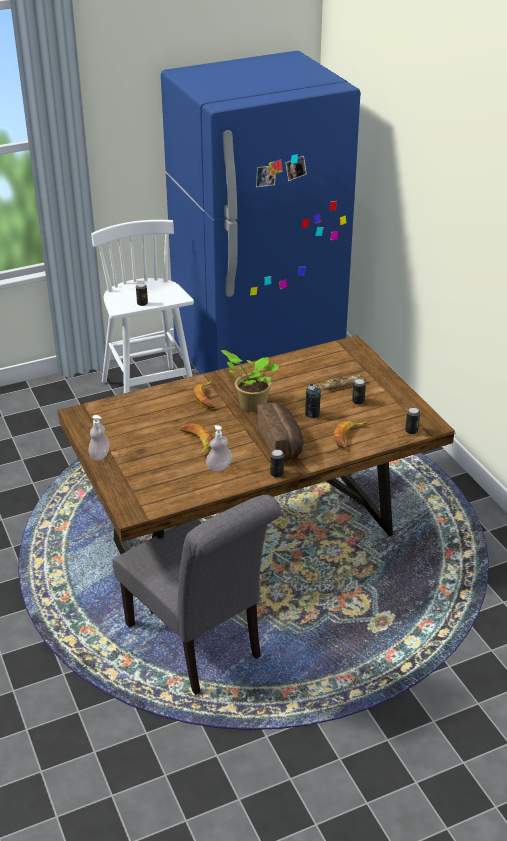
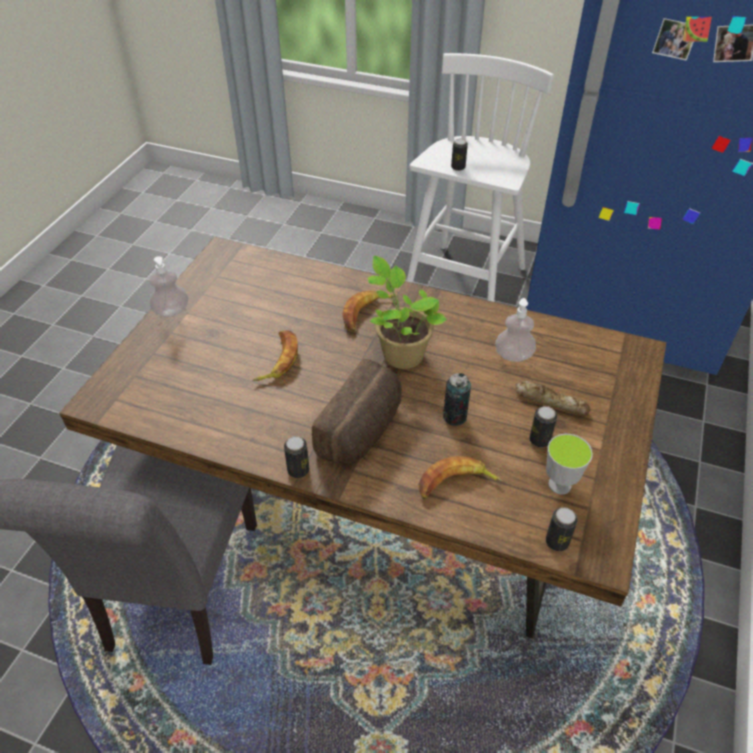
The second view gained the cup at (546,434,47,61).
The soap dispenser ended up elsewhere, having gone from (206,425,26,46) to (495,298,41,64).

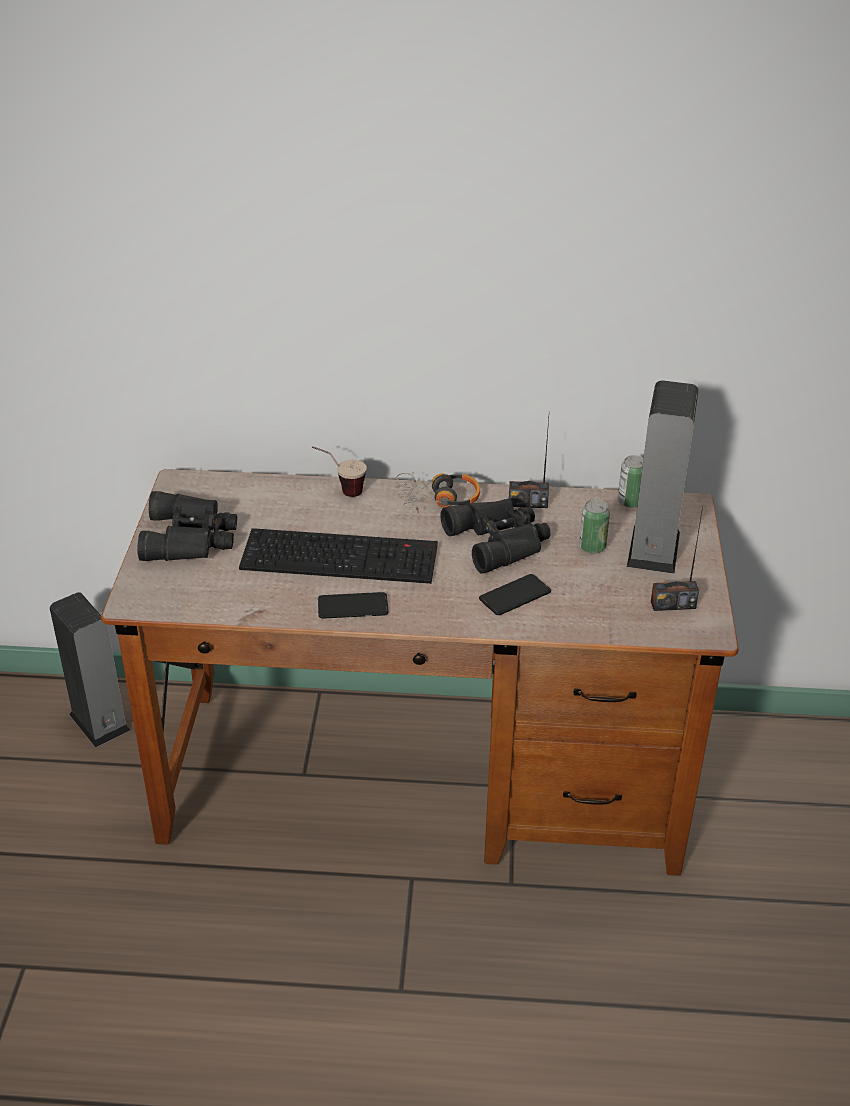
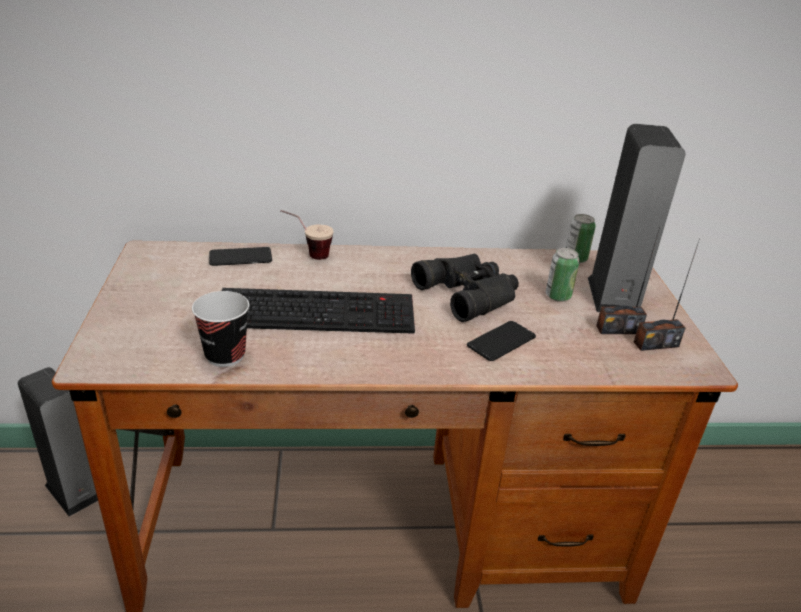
The second view lost the binoculars (black) at (137,491,100,70).
The second view lost the headphones at (395,473,85,41).
The second view gained the cup at (192,291,57,76).
The phone ended up elsewhere, having gone from (318,592,71,27) to (209,247,63,19).
The radio ended up elsewhere, having gone from (509,418,40,90) to (596,227,64,107).

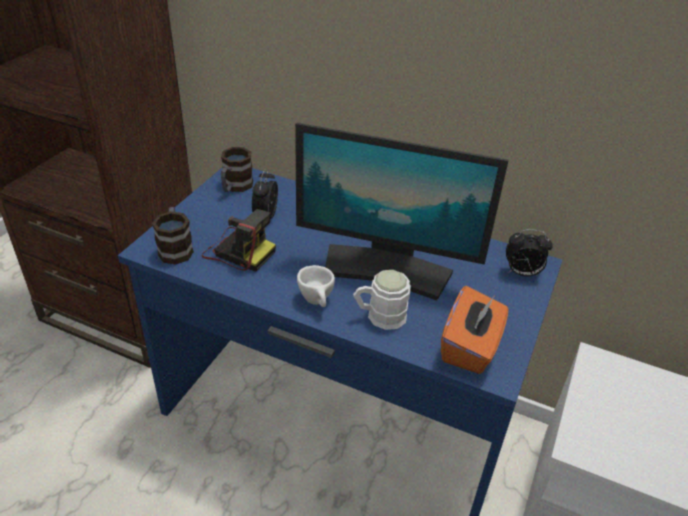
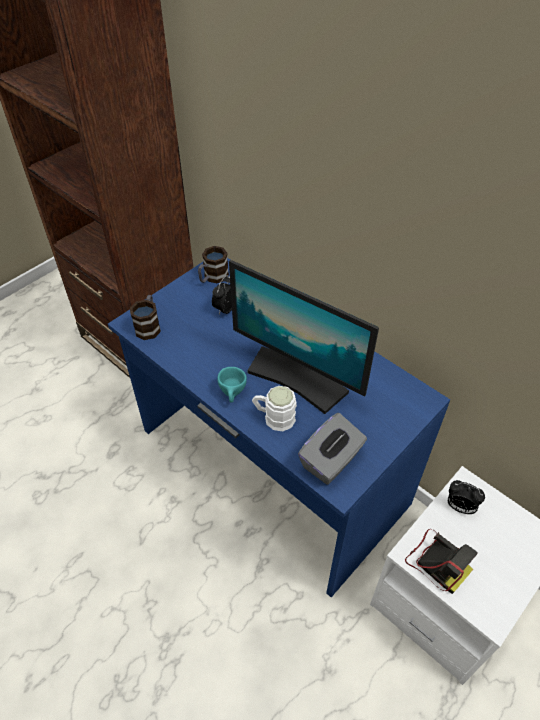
The photo camera ended up elsewhere, having gone from (202,209,74,63) to (405,529,73,65).
The alarm clock ended up elsewhere, having gone from (506,229,47,47) to (448,480,37,34).
What was the cup (white) at (297,265,38,42) turned into the cup (turquoise) at (217,367,30,35).
What was the tissue box (orange) at (441,286,68,88) turned into the tissue box (grey) at (298,413,69,72).

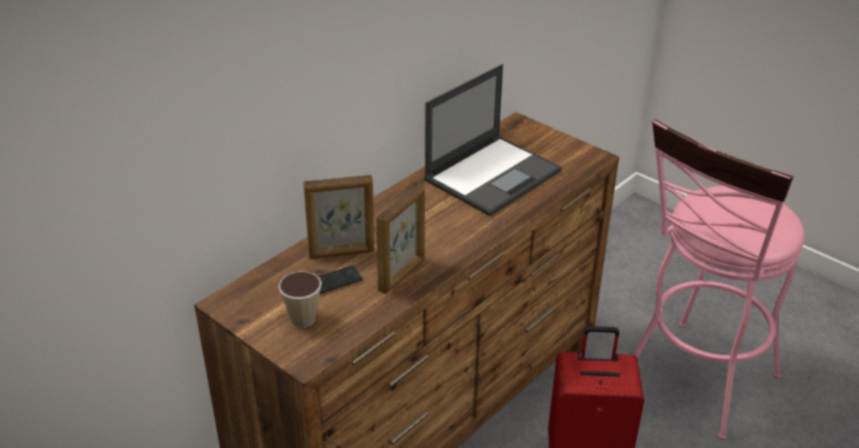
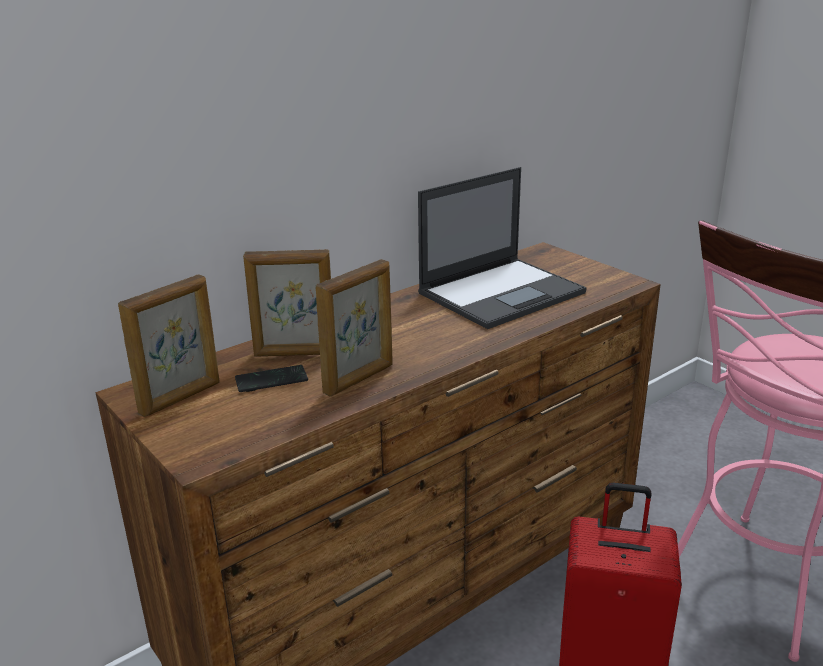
The second view lost the cup at (278,271,44,57).
The second view gained the picture frame at (118,275,102,142).

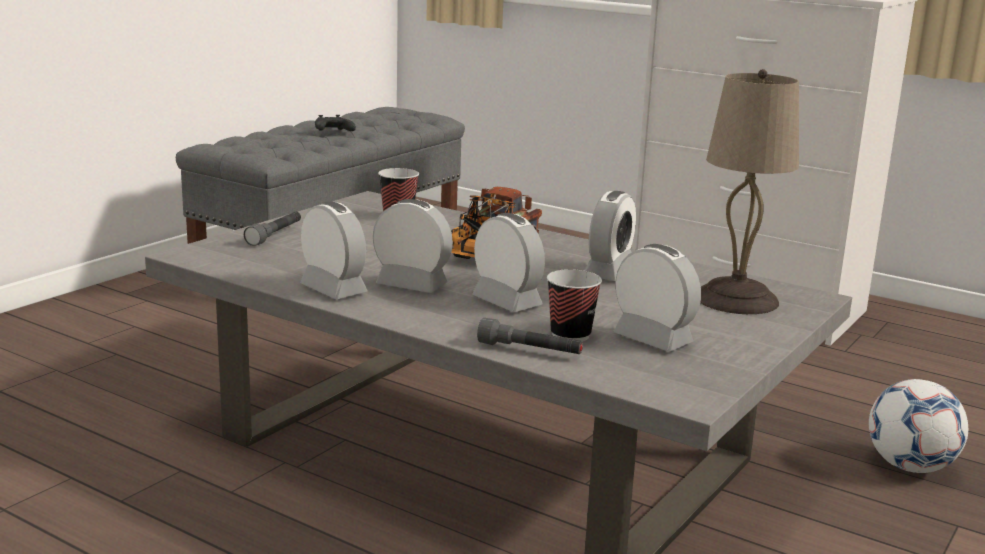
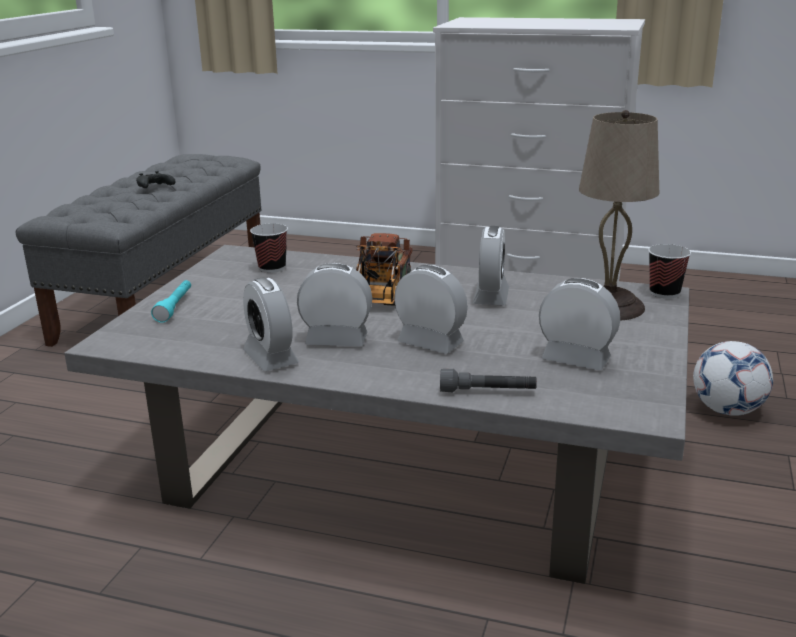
The cup ended up elsewhere, having gone from (547,269,55,73) to (648,244,43,55).
What was the flashlight (grey) at (244,212,57,34) turned into the flashlight (turquoise) at (151,280,40,43).
The alarm clock at (300,202,68,97) ended up facing another way, 150 degrees counterclockwise from before.

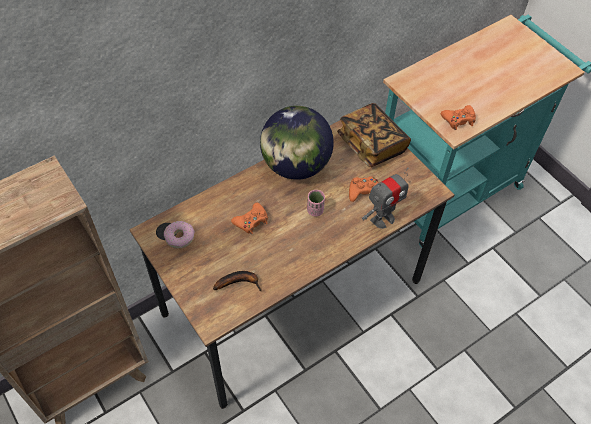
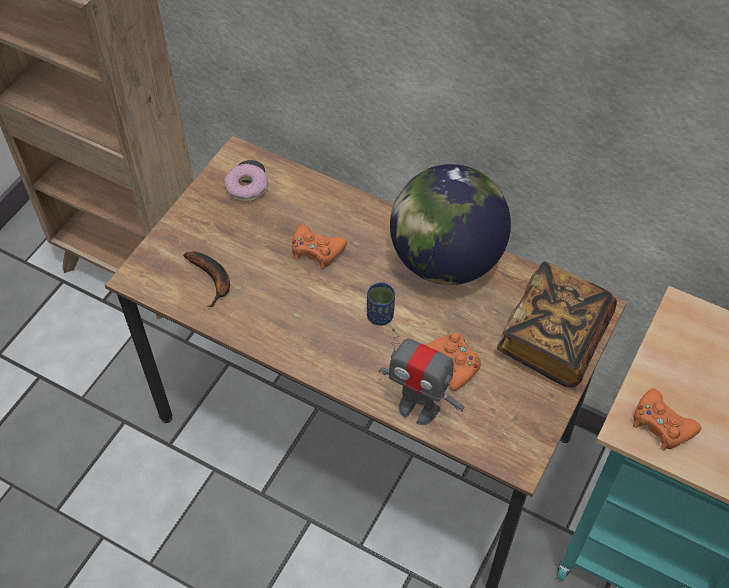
What was the cup (pink) at (307,190,18,26) turned into the cup (blue) at (367,282,28,44).

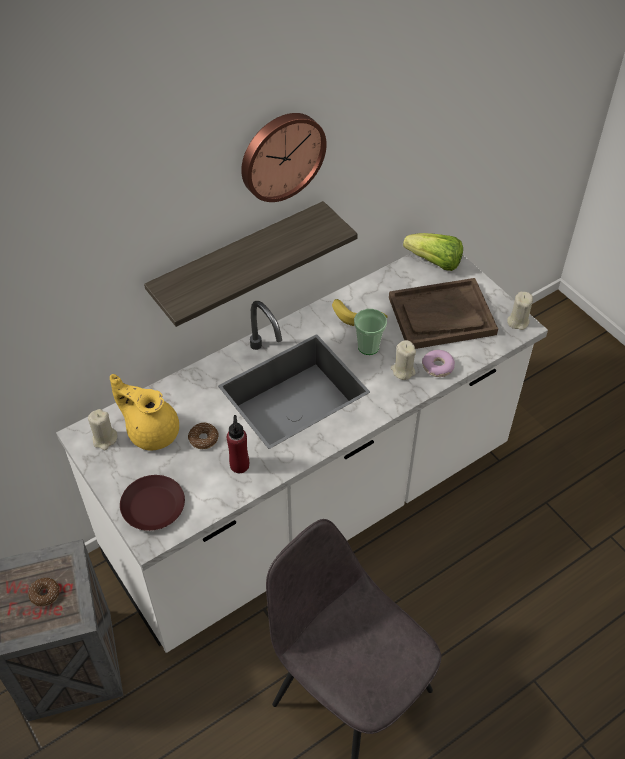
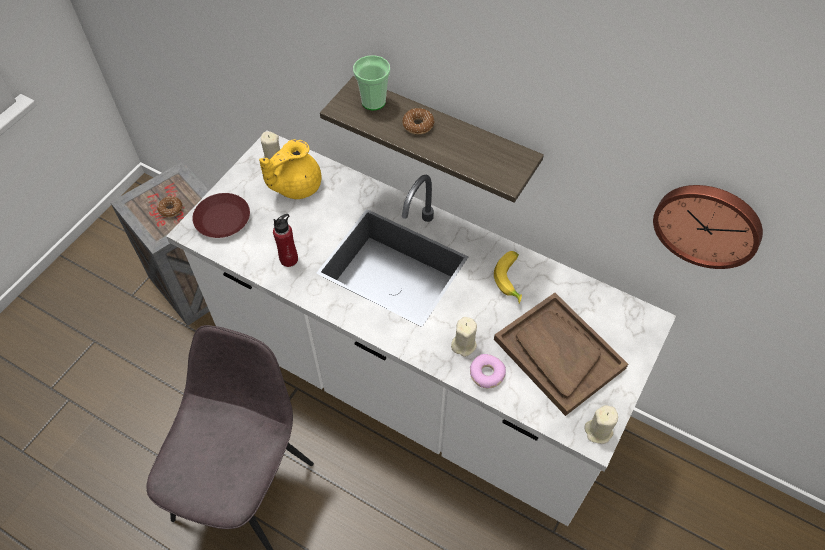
The second view lost the lettuce at (403,233,60,38).
The donut ended up elsewhere, having gone from (188,422,31,27) to (402,108,32,27).
The wall clock ended up elsewhere, having gone from (241,113,86,89) to (653,185,110,84).
The cup ended up elsewhere, having gone from (354,309,33,46) to (353,55,37,55).
The teapot (yellow) at (110,374,69,76) ended up facing another way, 135 degrees counterclockwise from before.

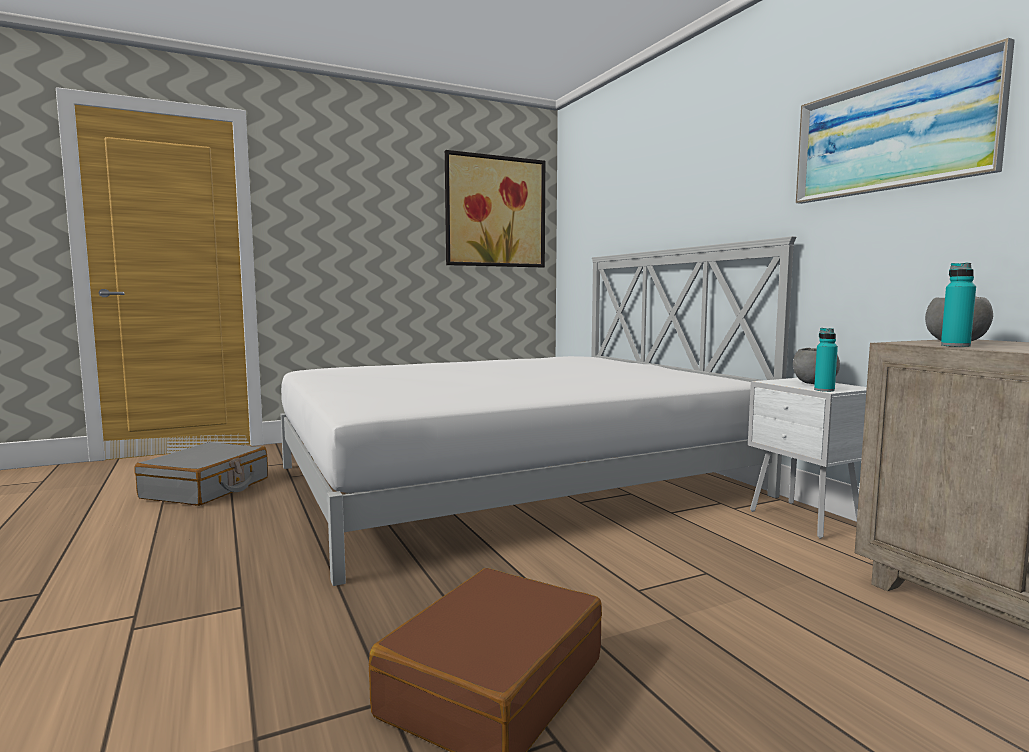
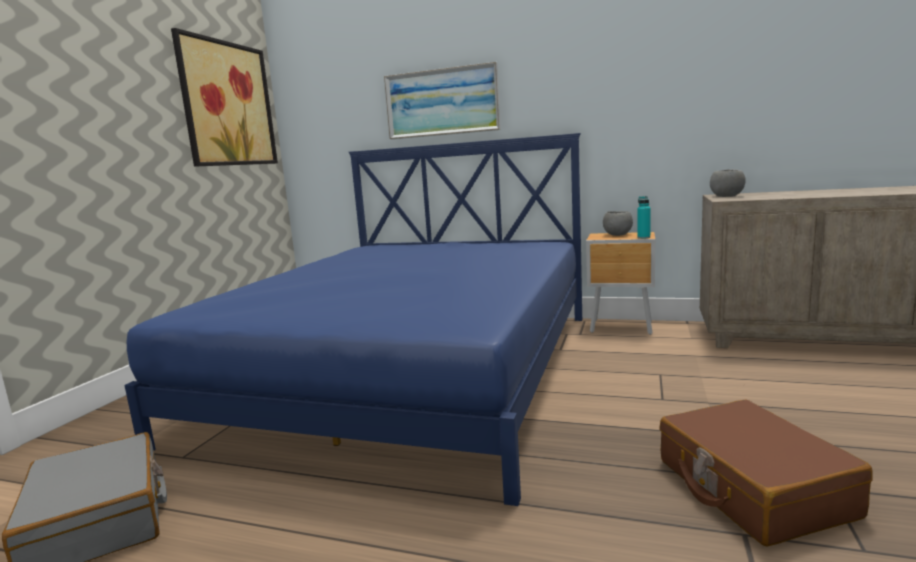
The second view lost the bottle (turquoise) at (941,262,35,85).
The picture ended up elsewhere, having gone from (796,38,219,166) to (384,62,117,77).
What was the bed (white) at (280,236,516,350) turned into the bed (blue) at (124,133,458,373).
What was the nightstand (white) at (748,378,119,161) turned into the nightstand (brown) at (586,232,69,103).

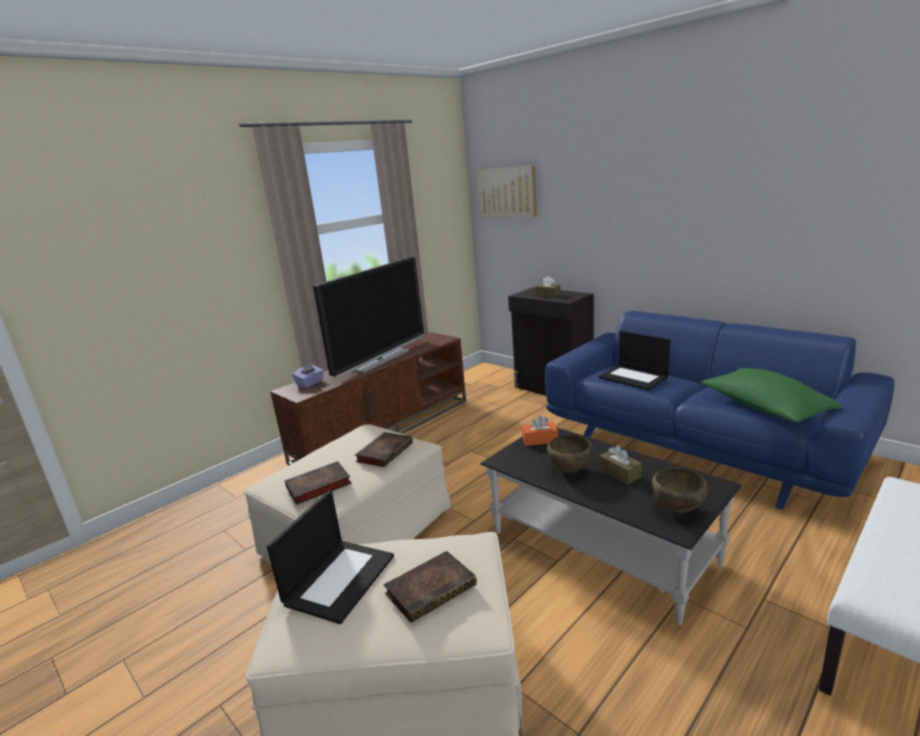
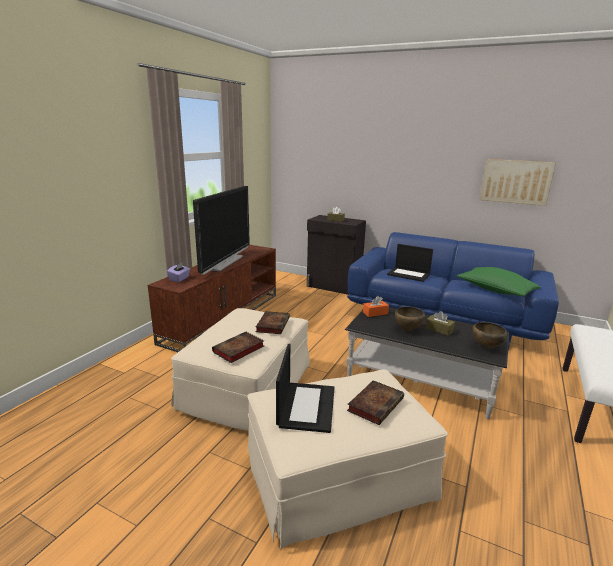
The picture ended up elsewhere, having gone from (477,165,60,52) to (480,159,76,47).

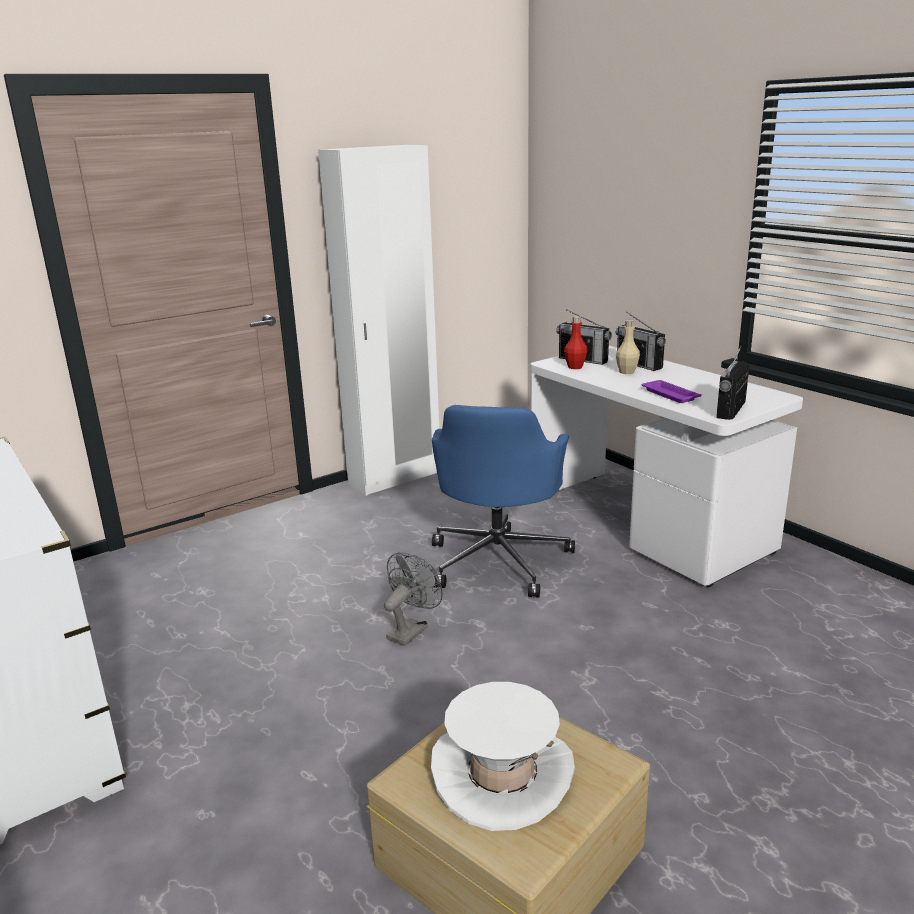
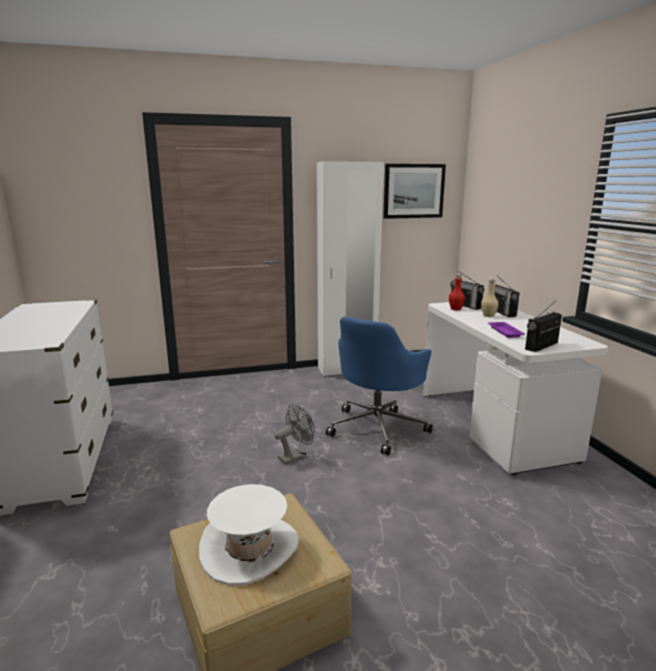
The second view gained the picture at (383,164,63,55).

